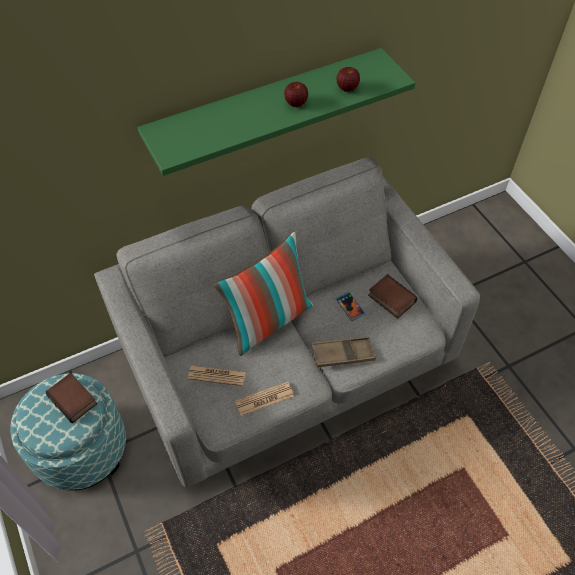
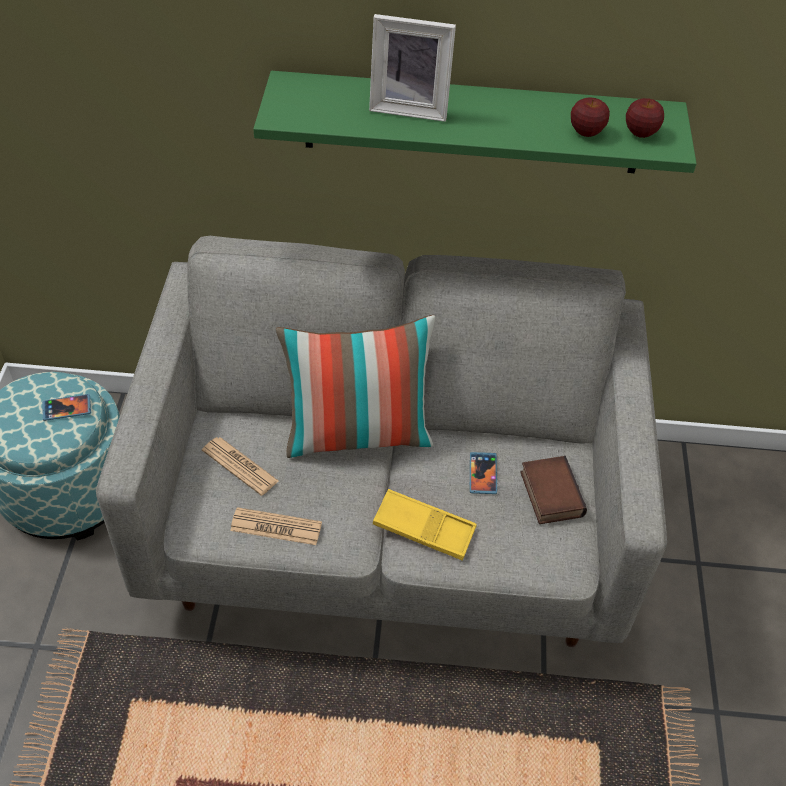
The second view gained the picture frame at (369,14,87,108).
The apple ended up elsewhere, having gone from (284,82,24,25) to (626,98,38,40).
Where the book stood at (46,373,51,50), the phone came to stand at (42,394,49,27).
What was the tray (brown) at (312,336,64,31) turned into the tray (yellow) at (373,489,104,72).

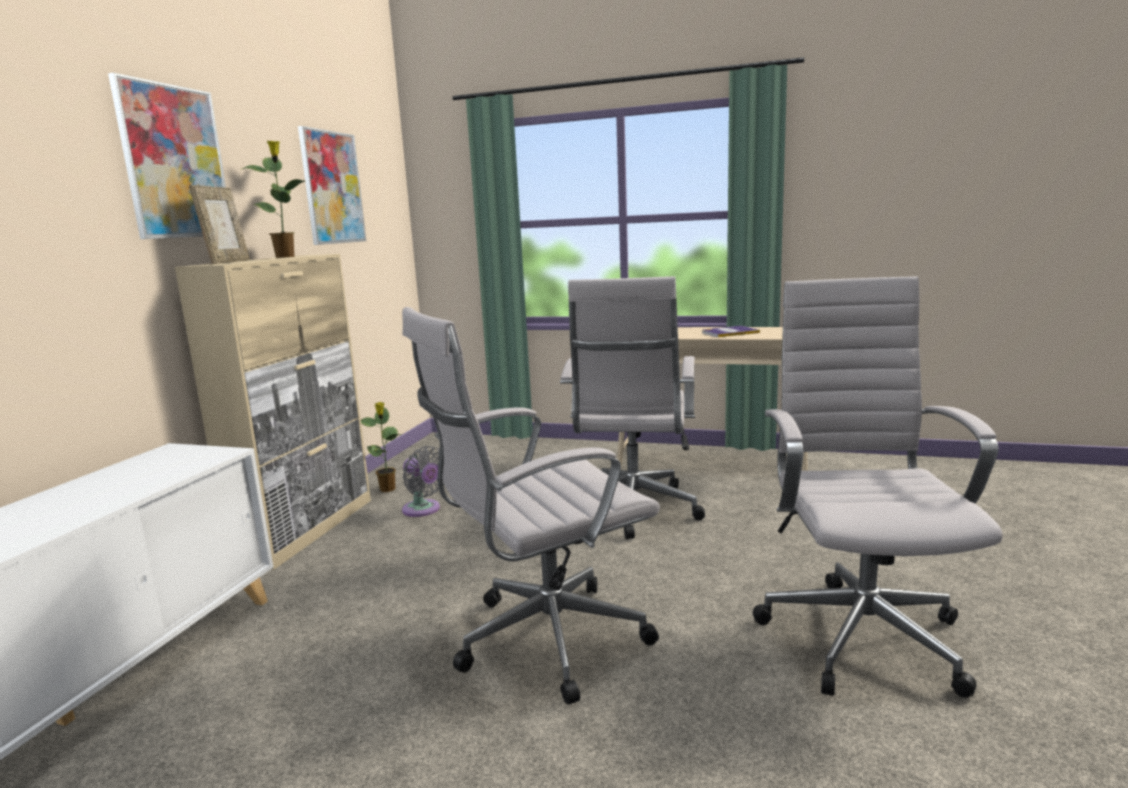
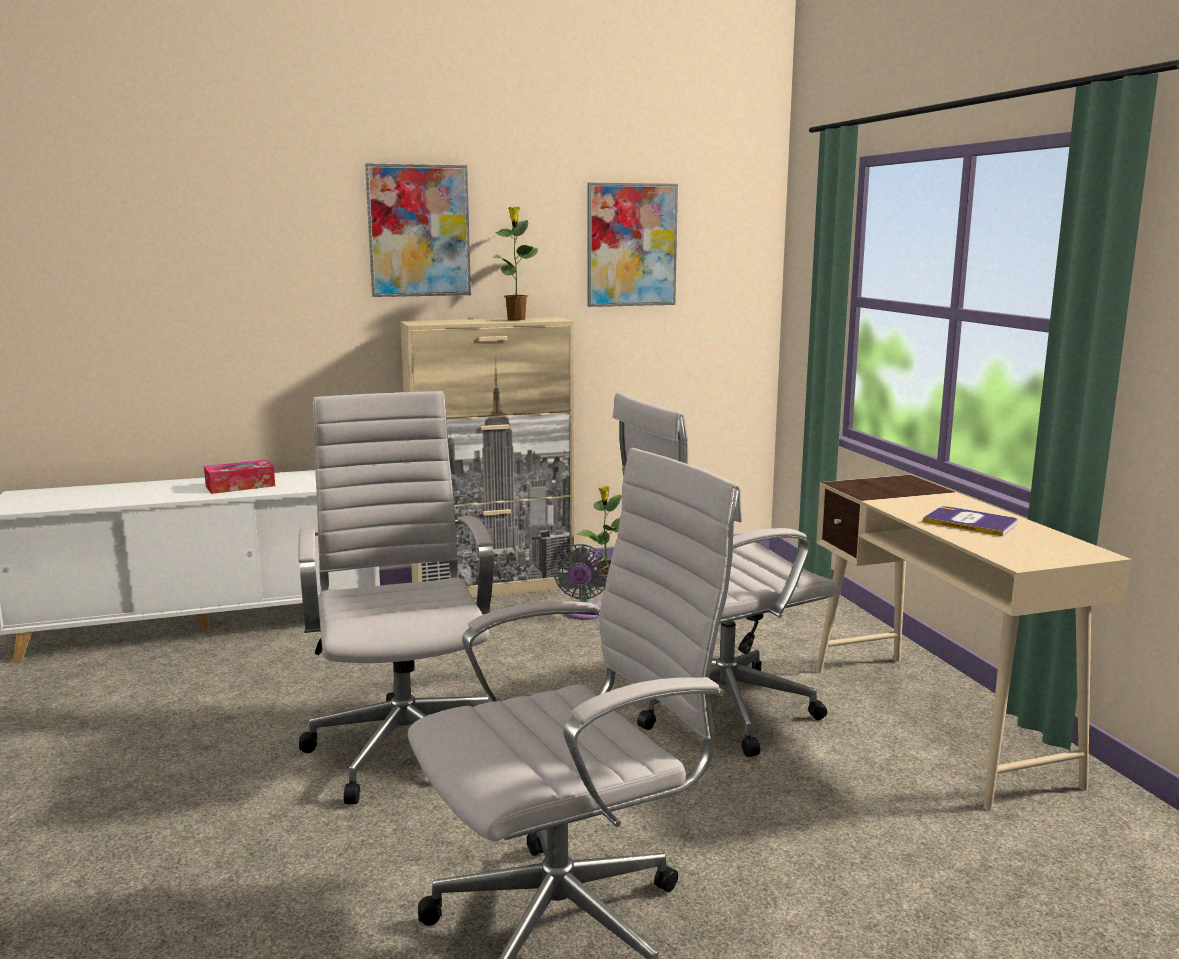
The second view lost the picture frame at (189,185,61,79).
The second view gained the tissue box at (204,460,71,34).
The office chair (white) at (402,307,258,397) ended up facing another way, 45 degrees clockwise from before.

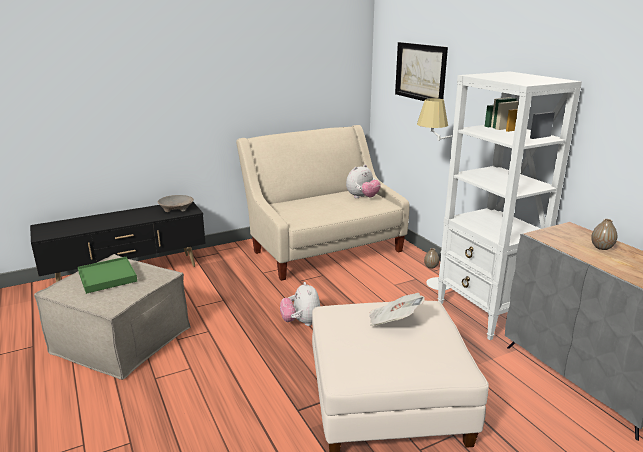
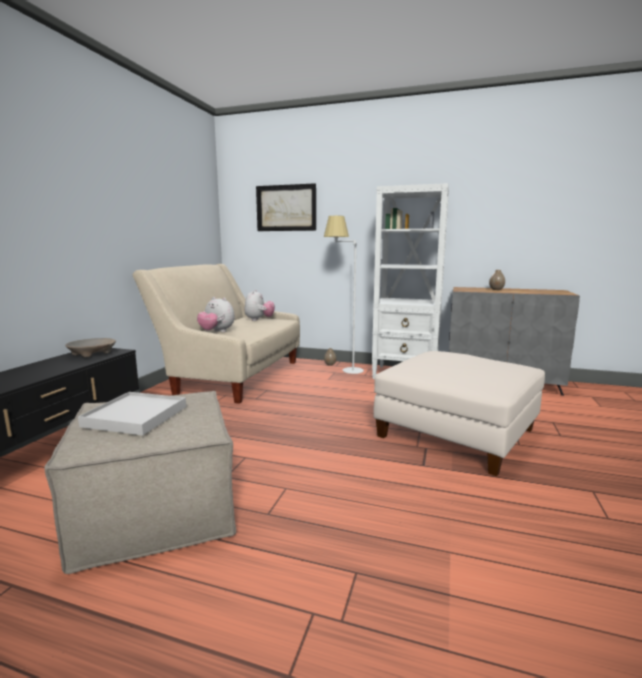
The second view lost the newspaper at (369,293,56,33).
The plush toy ended up elsewhere, having gone from (280,282,40,44) to (197,297,38,35).
What was the tray (green) at (78,257,59,37) turned into the tray (white) at (78,392,108,44).

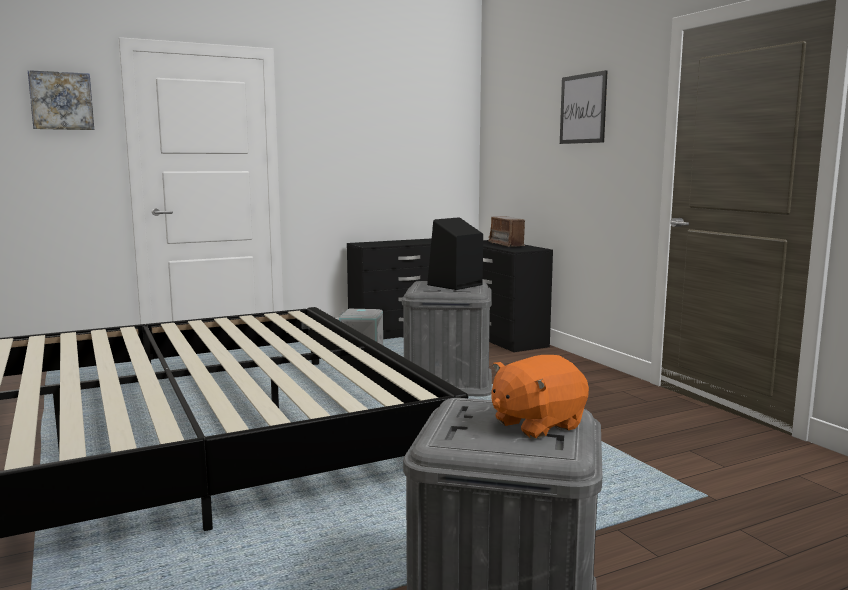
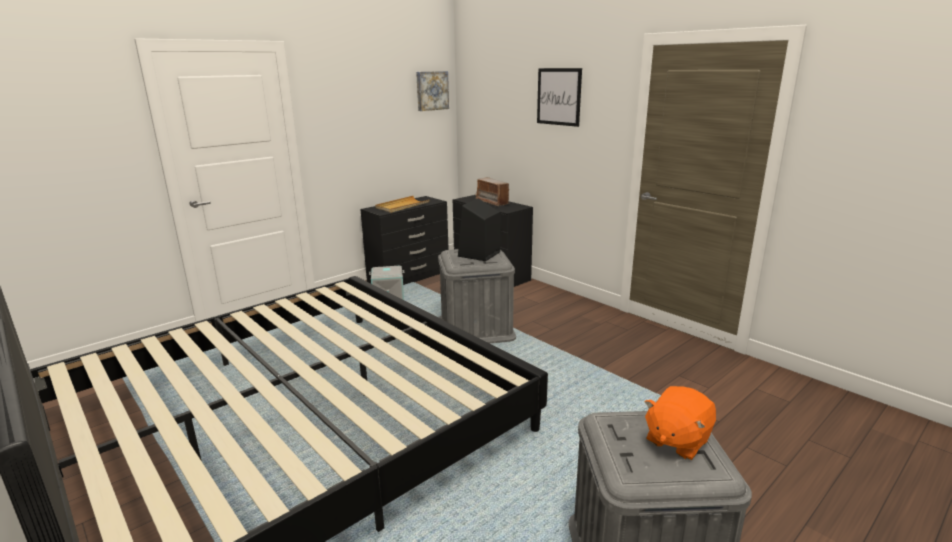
The second view gained the tray (beige) at (375,196,55,17).
The picture ended up elsewhere, having gone from (28,70,66,60) to (416,71,33,40).

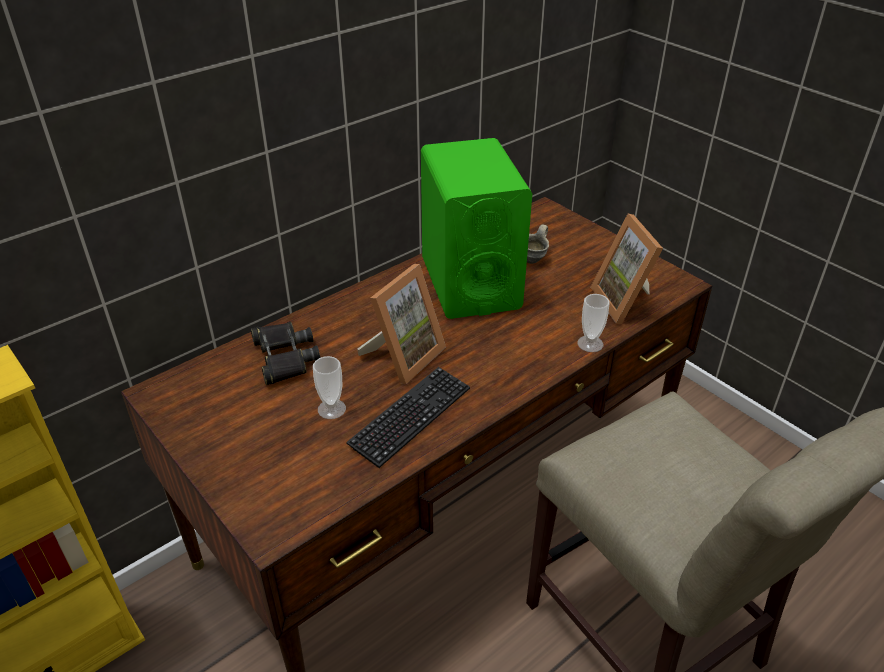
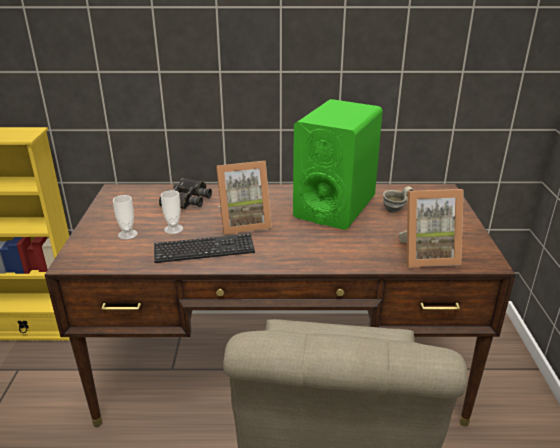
The cup ended up elsewhere, having gone from (578,294,32,58) to (113,195,25,45).
The picture frame at (591,214,72,110) ended up facing another way, 120 degrees counterclockwise from before.

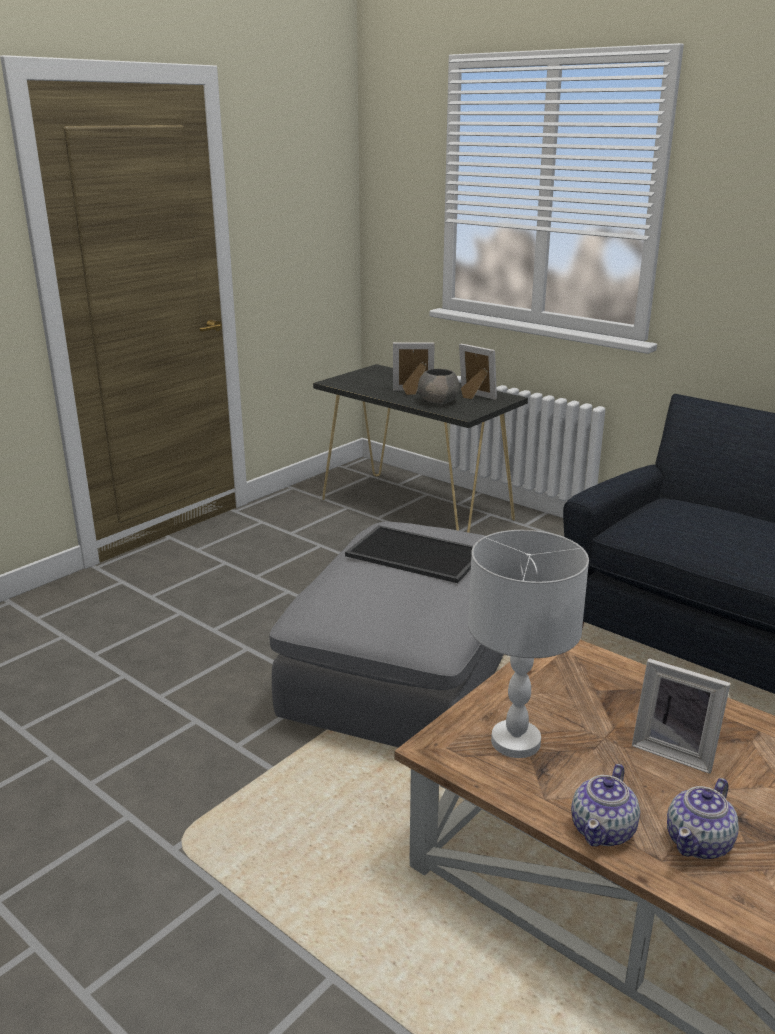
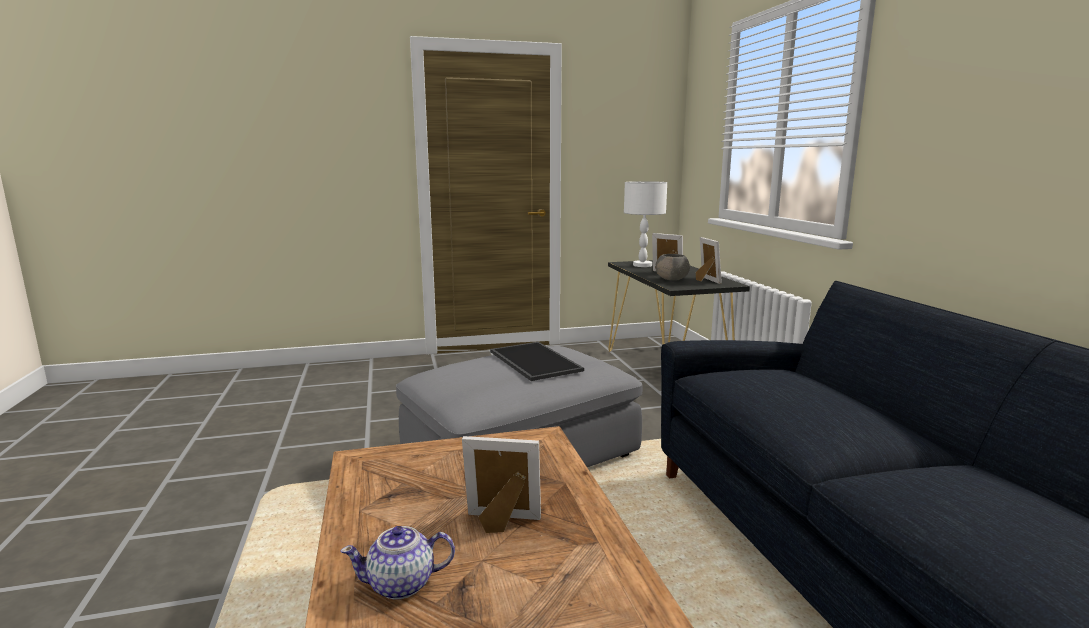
The second view lost the teapot at (571,764,69,82).
The table lamp (white) ended up elsewhere, having gone from (468,530,121,228) to (624,181,43,86).
The picture frame at (632,658,99,116) ended up facing another way, 120 degrees clockwise from before.

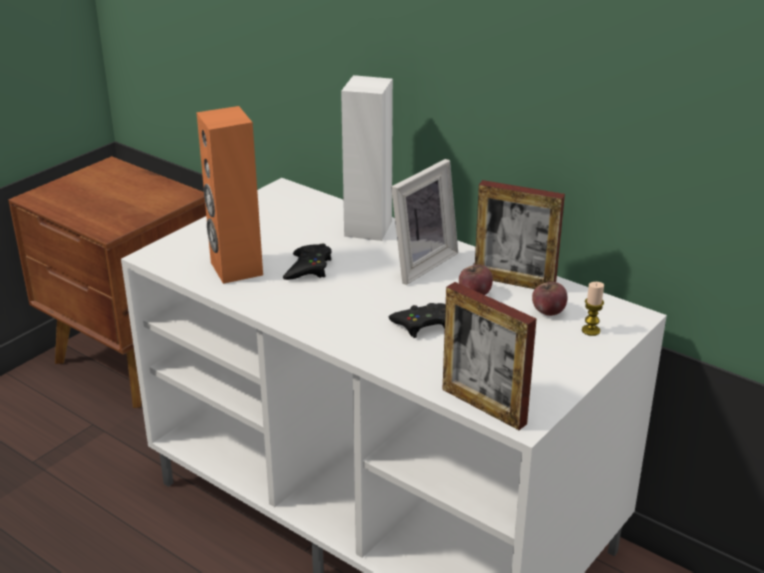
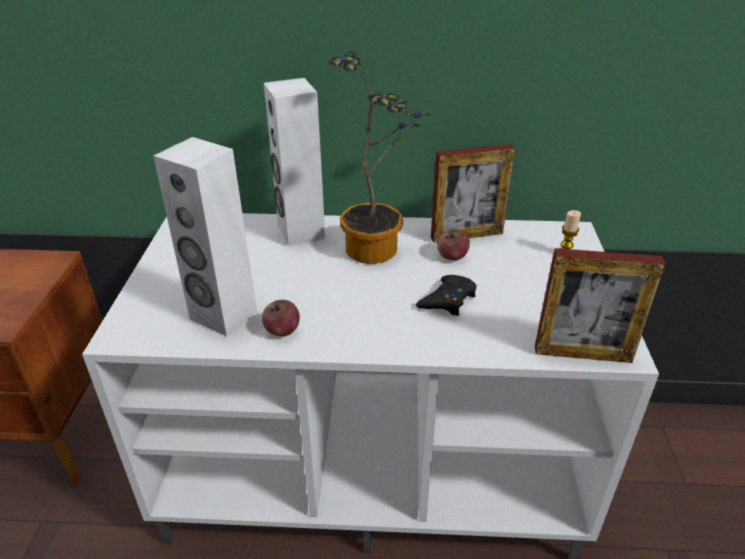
The second view lost the game controller (black) at (283,243,48,37).
The apple ended up elsewhere, having gone from (532,281,35,35) to (262,300,38,36).
Where the picture frame stood at (391,159,67,126), the potted plant came to stand at (329,51,102,213).
What was the speaker (orange) at (196,106,67,178) turned into the speaker (white) at (153,137,104,199).

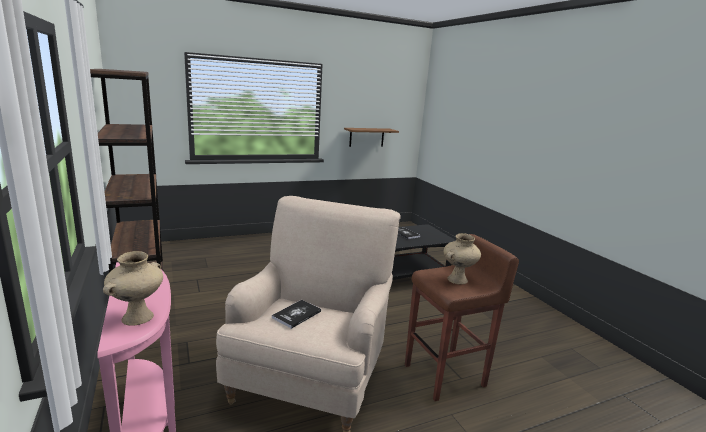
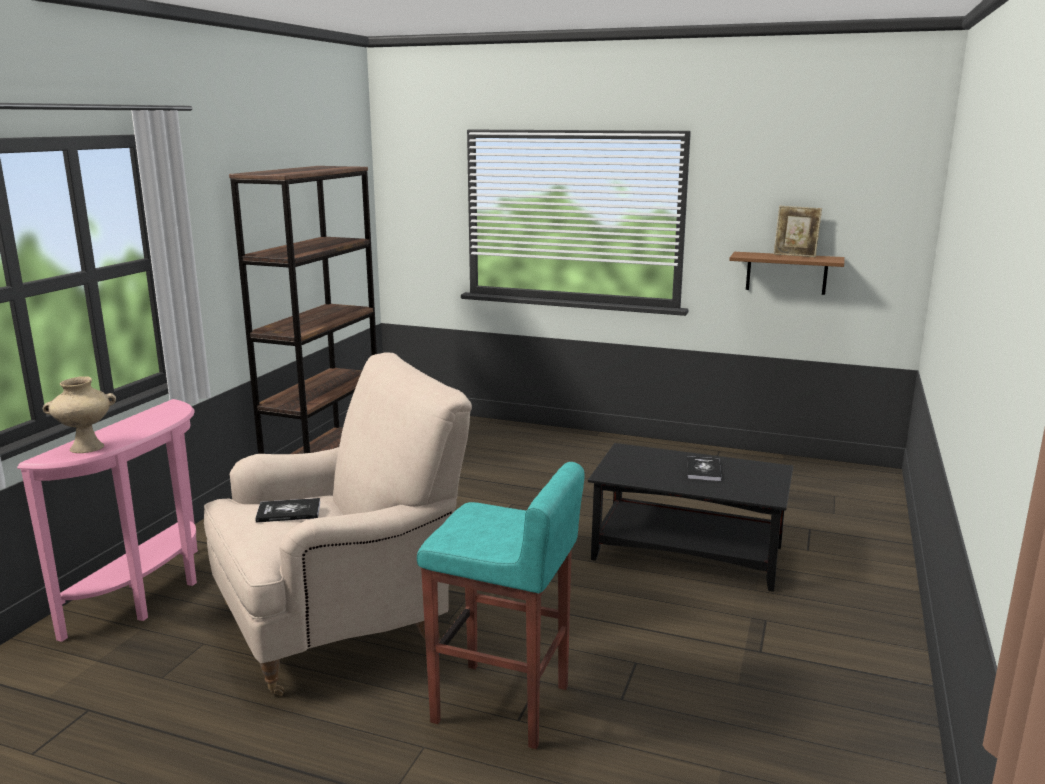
The second view lost the vase (beige) at (444,233,37,51).
The second view gained the picture frame at (774,206,48,51).
What was the stool (brown) at (405,234,114,167) turned into the stool (turquoise) at (417,462,168,287).

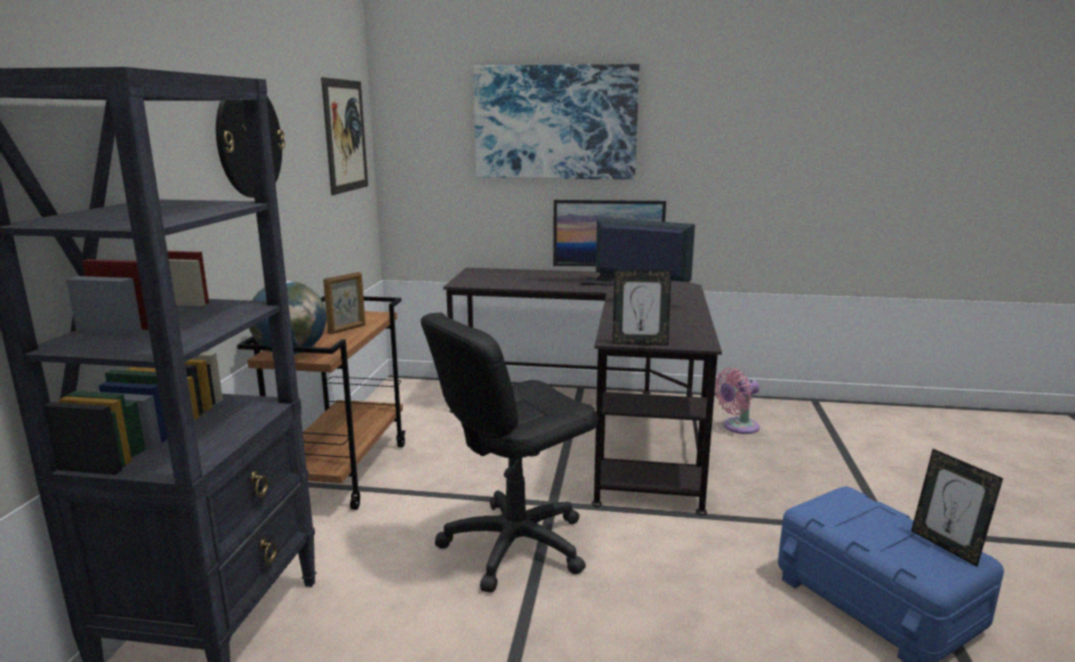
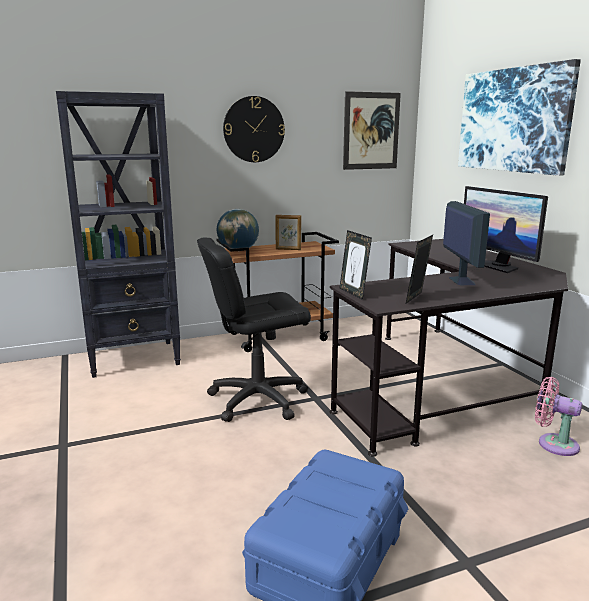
The picture frame ended up elsewhere, having gone from (911,449,92,118) to (406,235,27,69).
The office chair (black) at (421,312,177,281) ended up facing another way, 45 degrees counterclockwise from before.

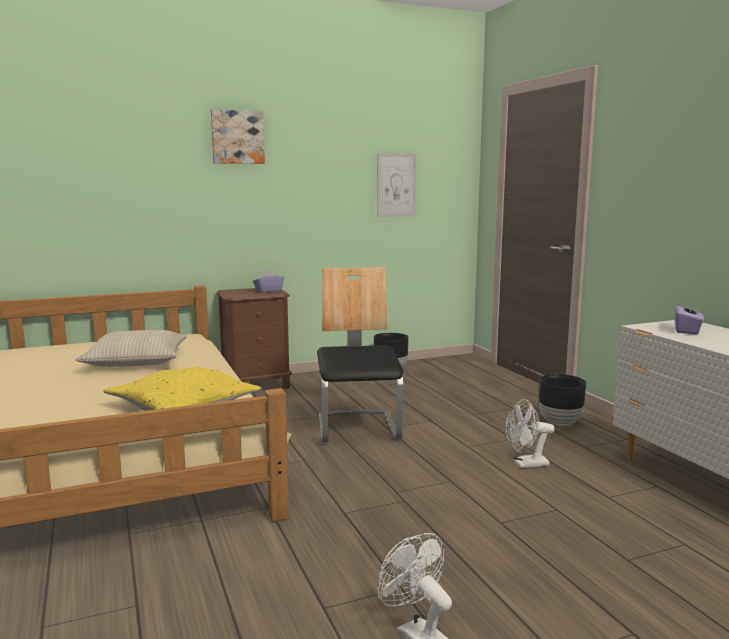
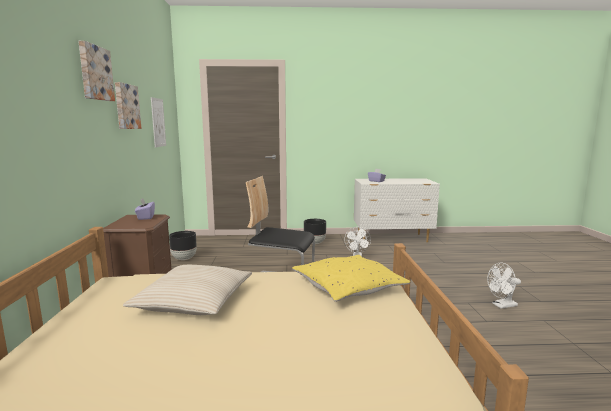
The second view gained the picture at (115,82,26,47).

